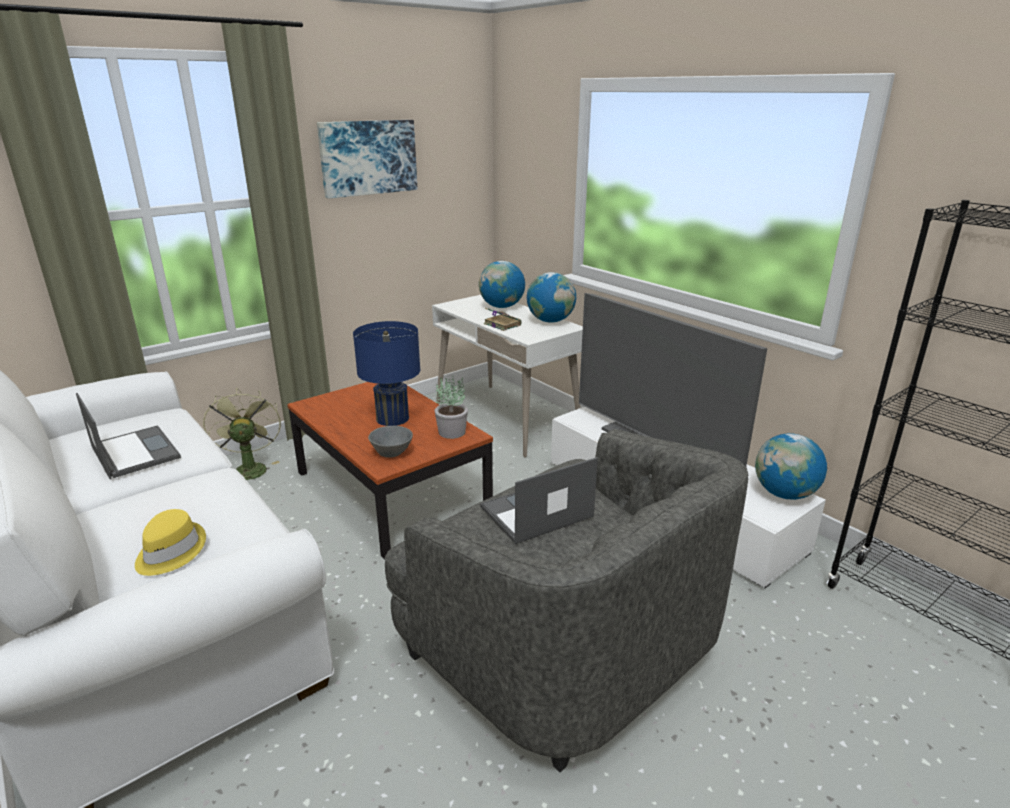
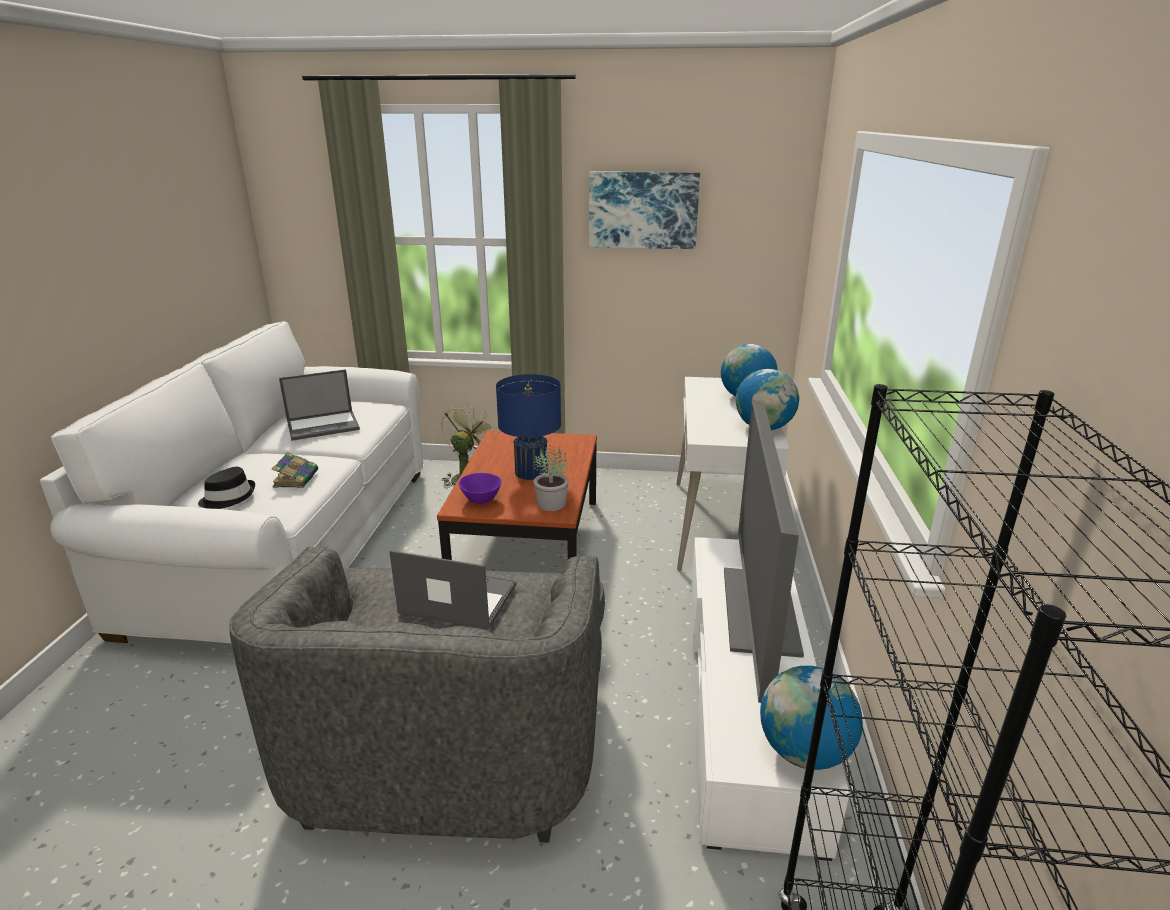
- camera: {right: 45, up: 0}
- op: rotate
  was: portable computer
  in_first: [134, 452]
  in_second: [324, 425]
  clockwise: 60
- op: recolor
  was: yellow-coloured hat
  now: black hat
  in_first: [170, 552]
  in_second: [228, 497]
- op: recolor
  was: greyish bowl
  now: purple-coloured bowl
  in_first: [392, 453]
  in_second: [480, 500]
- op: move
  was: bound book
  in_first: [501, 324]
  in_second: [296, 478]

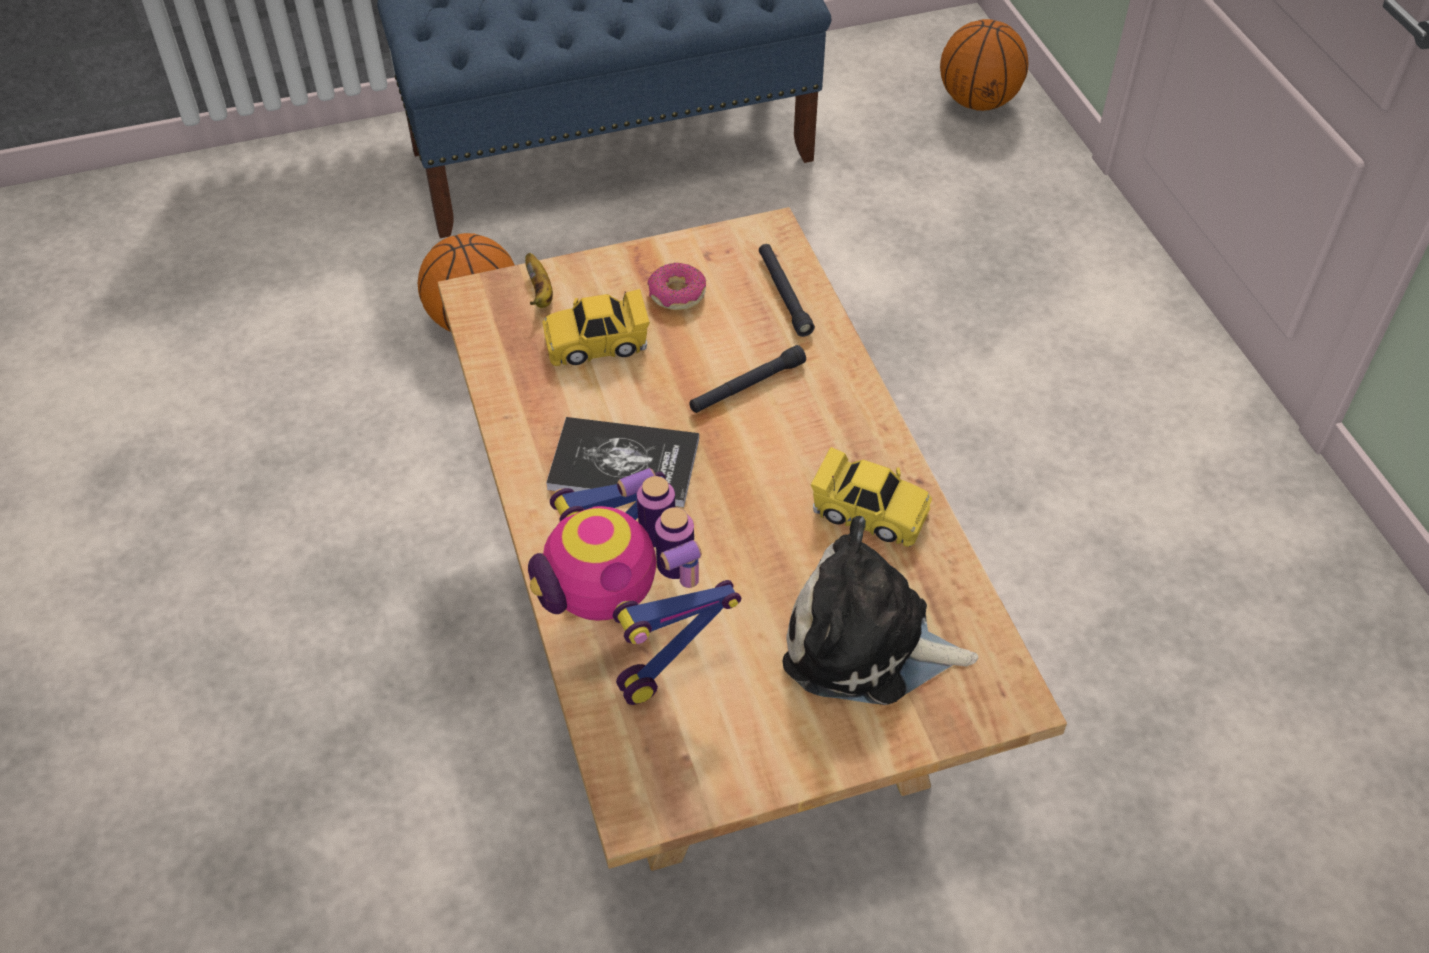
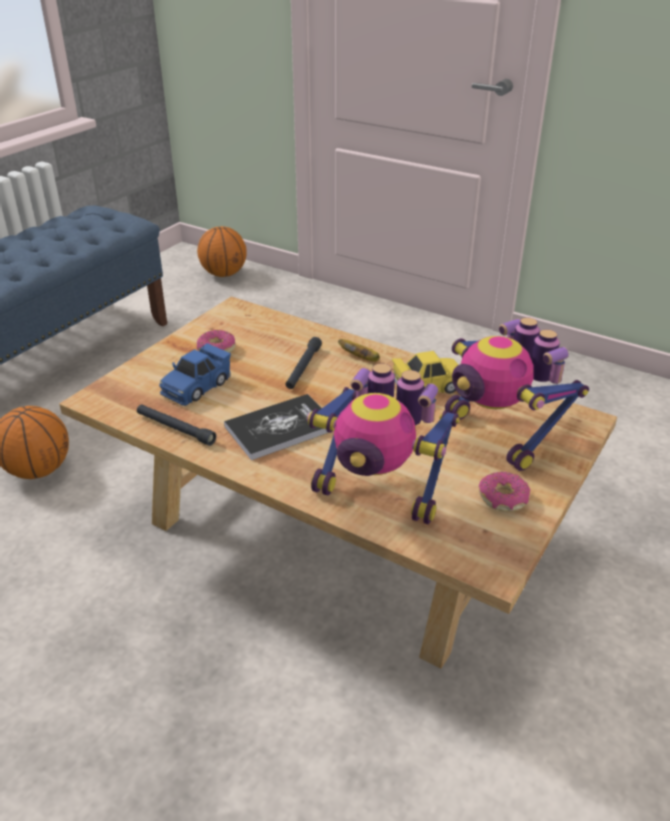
- camera: {right: -40, up: -15}
- op: move
  was: banana fruit
  in_first: [540, 293]
  in_second: [361, 358]
- op: recolor
  was: yellow-coloured toy car
  now: blue toy car
  in_first: [597, 343]
  in_second: [197, 387]
- op: move
  was: black flashlight
  in_first: [784, 294]
  in_second: [175, 429]
- op: replace
  was: soft toy
  now: toy robot
  in_first: [866, 644]
  in_second: [499, 435]
- op: insert
  now: ring doughnut
  in_second: [503, 499]

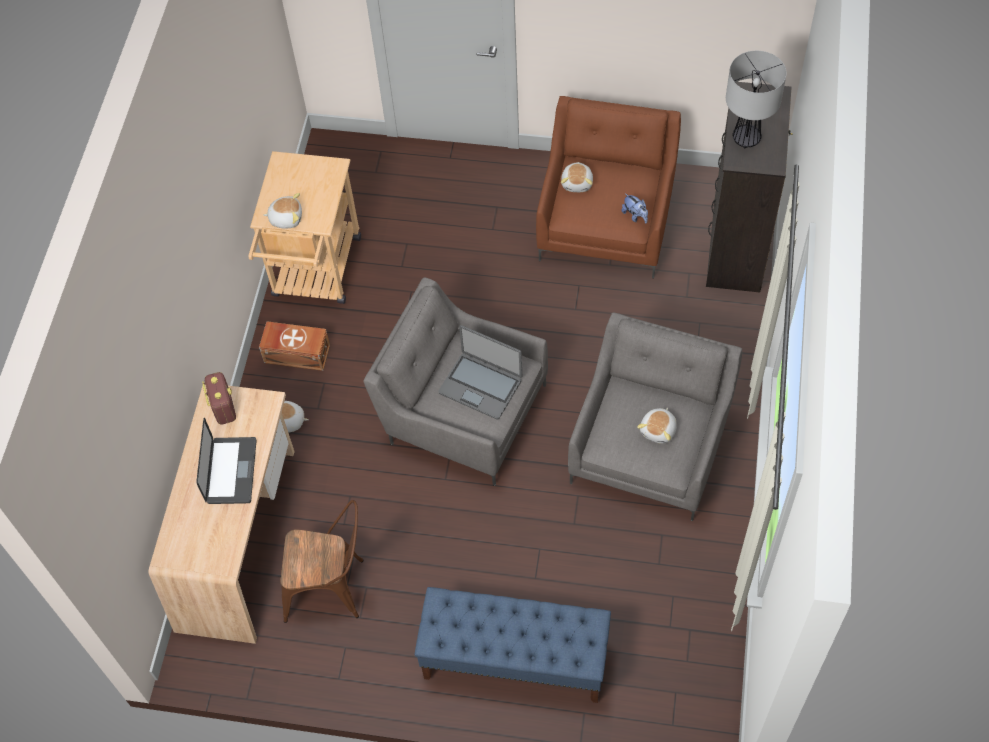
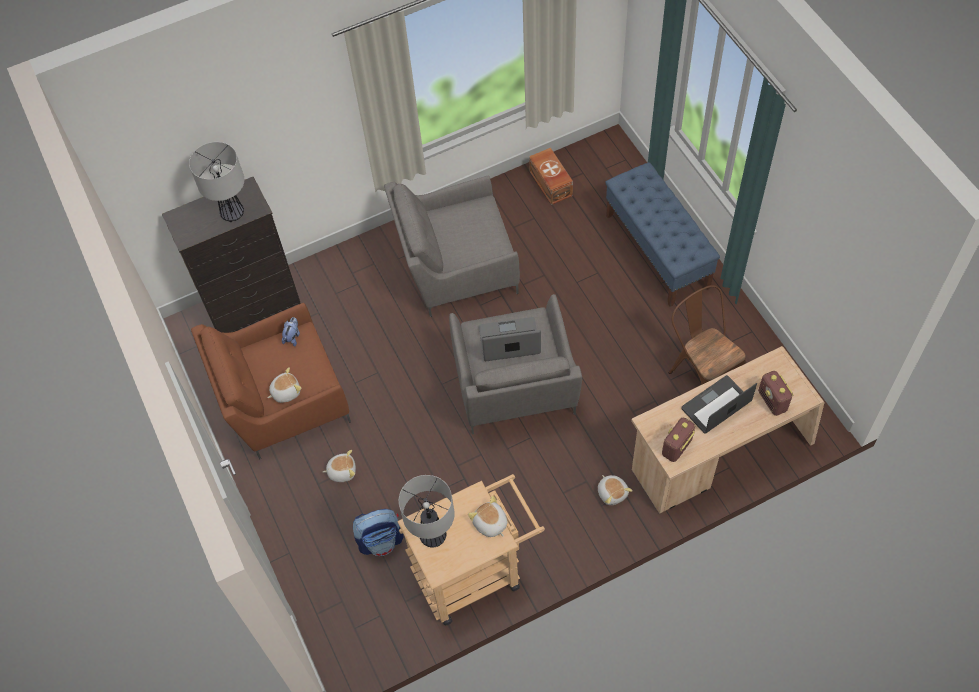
- camera: {right: -125, up: 0}
- op: move
  was: brown storage container
  in_first: [296, 353]
  in_second: [550, 184]
- op: rotate
  was: portable computer
  in_first: [481, 385]
  in_second: [509, 341]
  clockwise: -90
- op: move
  was: soft toy
  in_first: [659, 430]
  in_second: [342, 471]
- op: insert
  now: backpack
  in_second: [381, 540]
- op: insert
  now: lamp for a table
  in_second: [433, 536]
- op: insert
  now: radio set
  in_second: [772, 401]

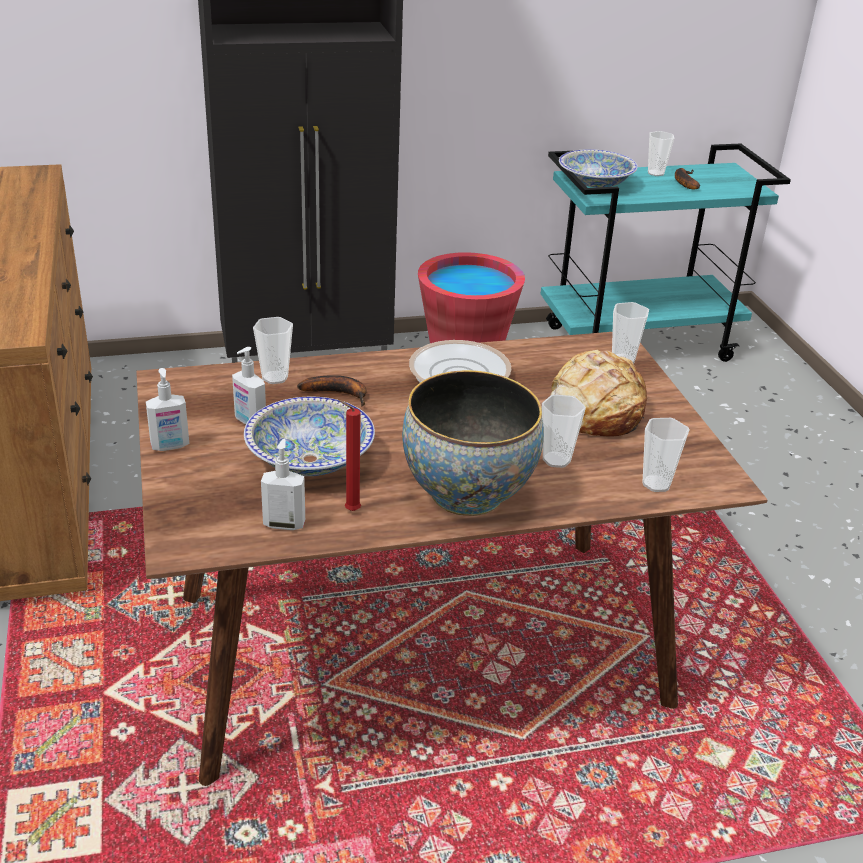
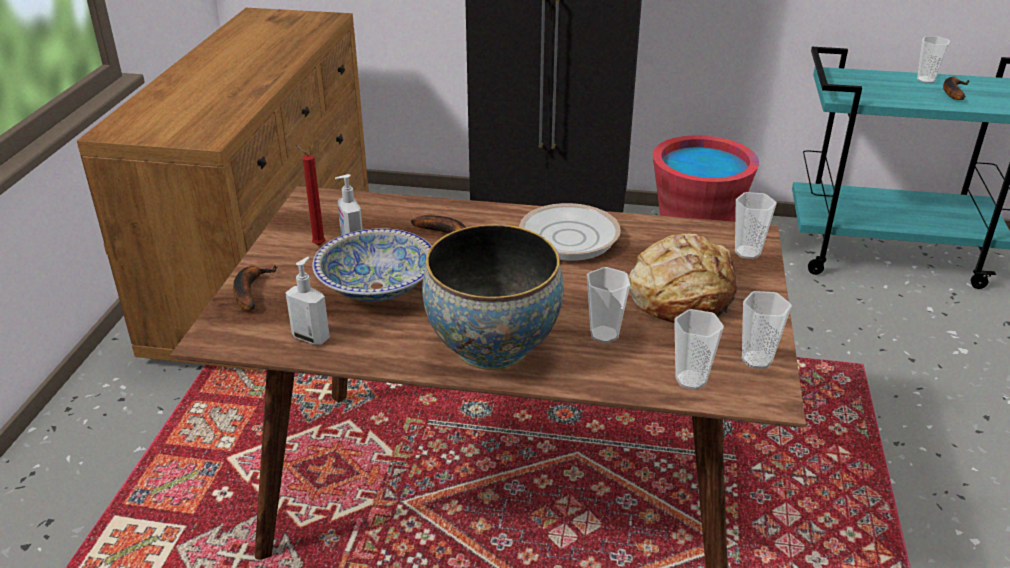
- camera: {right: 25, up: 0}
- op: delete
  was: soap bottle
  in_first: [170, 446]
- op: move
  was: cup
  in_first: [275, 378]
  in_second: [756, 360]
- op: move
  was: red-coloured wax light
  in_first: [350, 510]
  in_second: [317, 245]
- op: delete
  was: bowl
  in_first: [595, 183]
- op: insert
  now: banana fruit
  in_second: [249, 290]

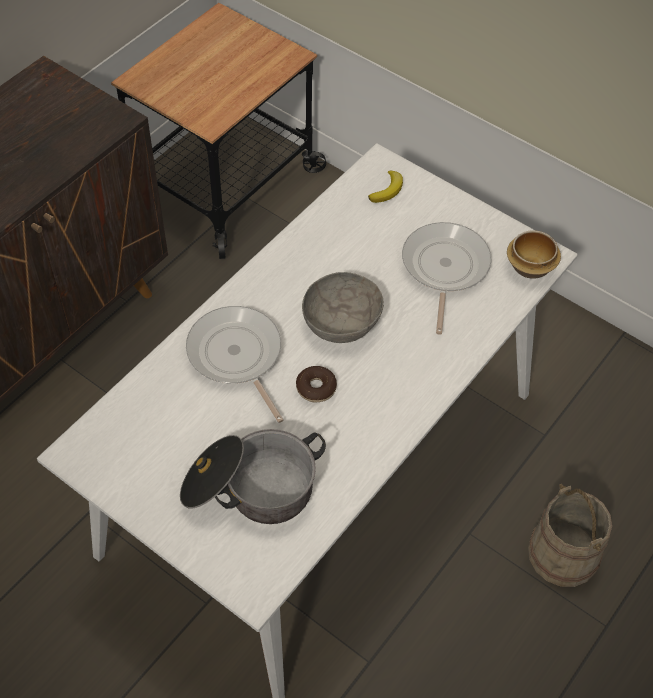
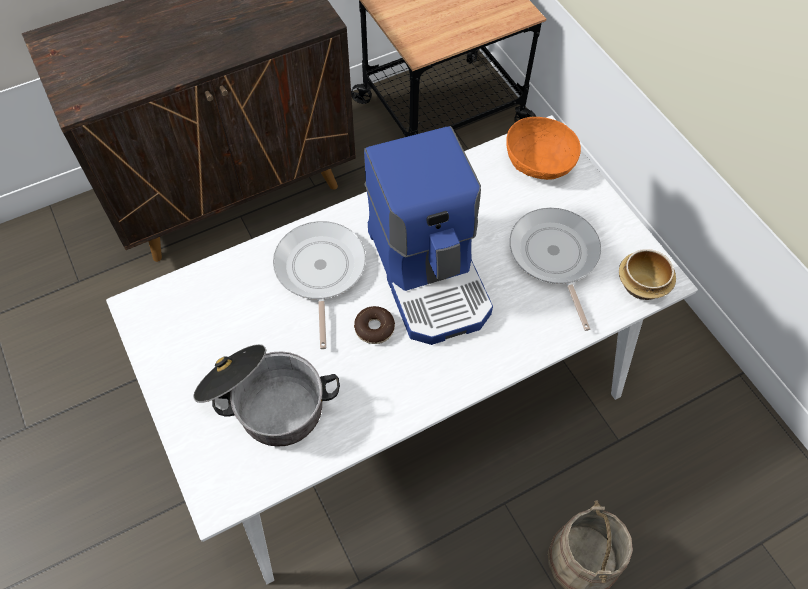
- camera: {right: 25, up: 5}
- op: replace
  was: greyish bowl
  now: coffee brewer
  in_first: [341, 321]
  in_second: [431, 273]
- op: replace
  was: banana fruit
  now: orangey bowl
  in_first: [387, 190]
  in_second: [539, 163]
- op: rotate
  was: frying pan
  in_first: [444, 268]
  in_second: [554, 257]
  clockwise: -45

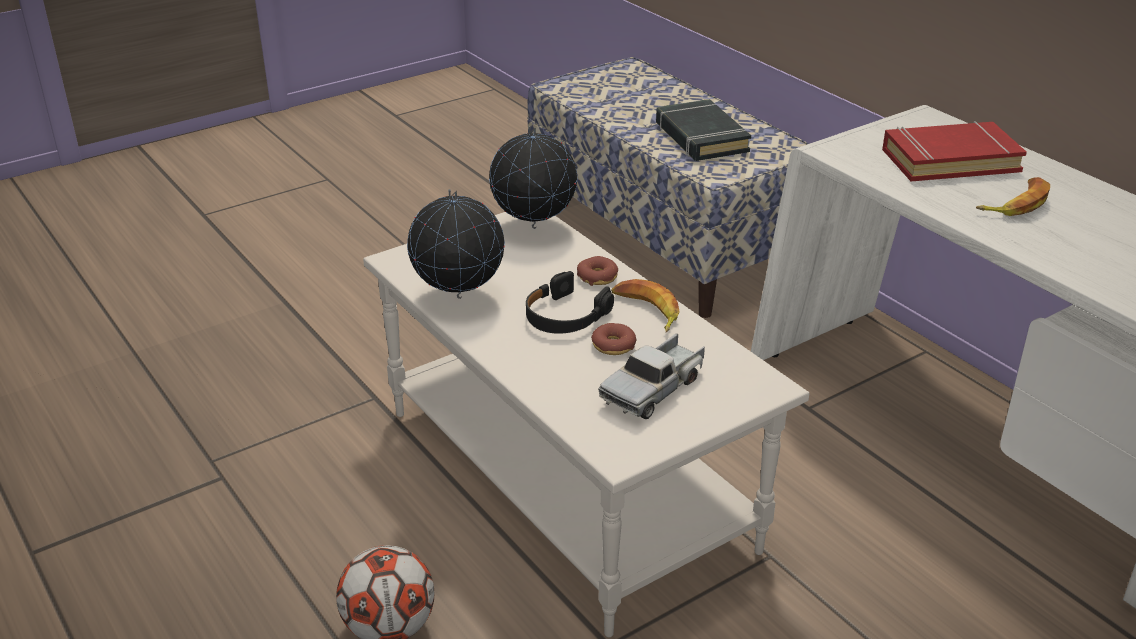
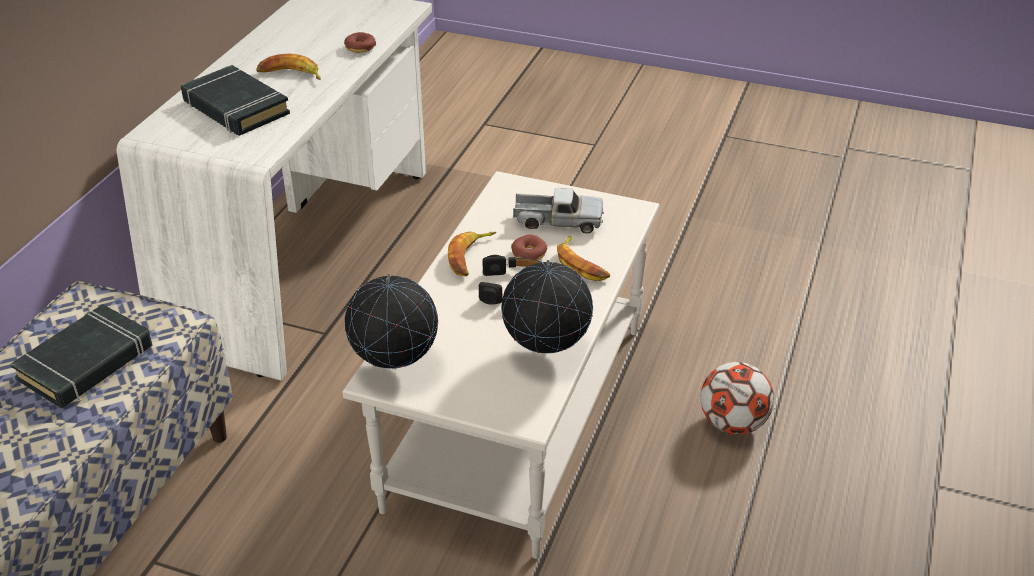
- camera: {right: -125, up: 5}
- op: move
  was: ring doughnut
  in_first: [597, 277]
  in_second: [360, 47]
- op: recolor
  was: red-coloured bound book
  now: black bound book
  in_first: [950, 160]
  in_second: [235, 108]
- op: insert
  now: banana fruit
  in_second: [581, 264]

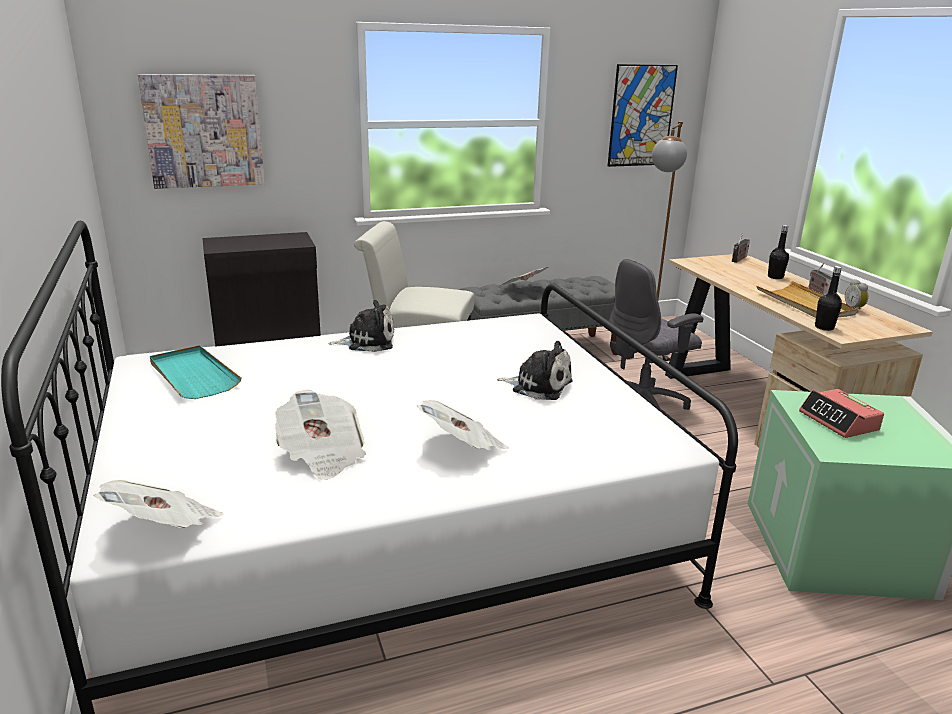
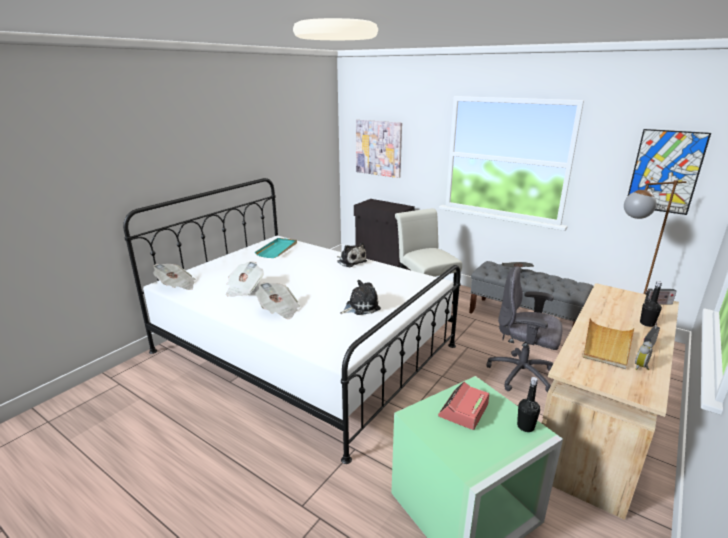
- camera: {right: 55, up: 0}
- op: rotate
  was: soft toy
  in_first: [538, 386]
  in_second: [360, 307]
  clockwise: -105
- op: move
  was: black beverage bottle
  in_first: [824, 327]
  in_second: [525, 426]

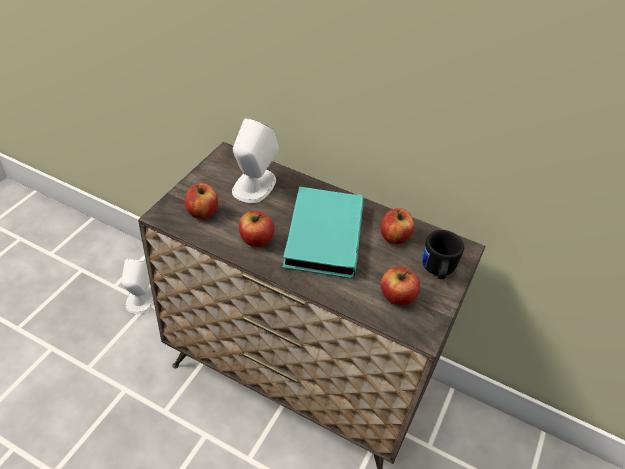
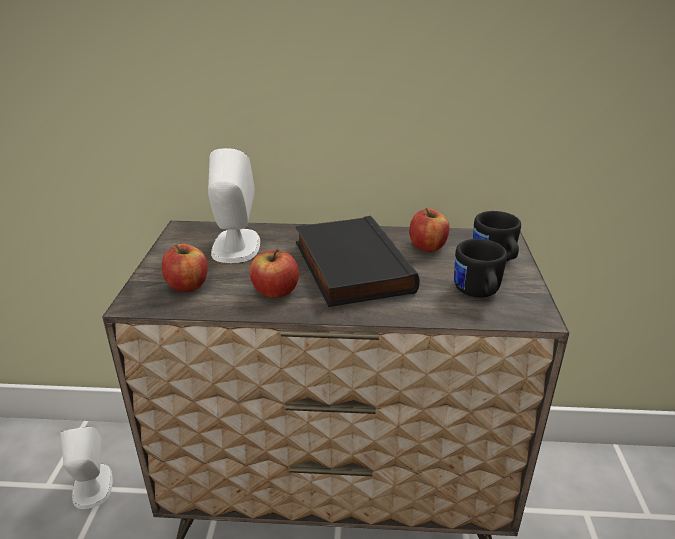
- camera: {right: -20, up: -15}
- op: recolor
  was: turquoise bound book
  now: black bound book
  in_first: [321, 235]
  in_second: [348, 266]
- op: replace
  was: apple fruit
  now: black mug
  in_first: [397, 296]
  in_second: [477, 293]

